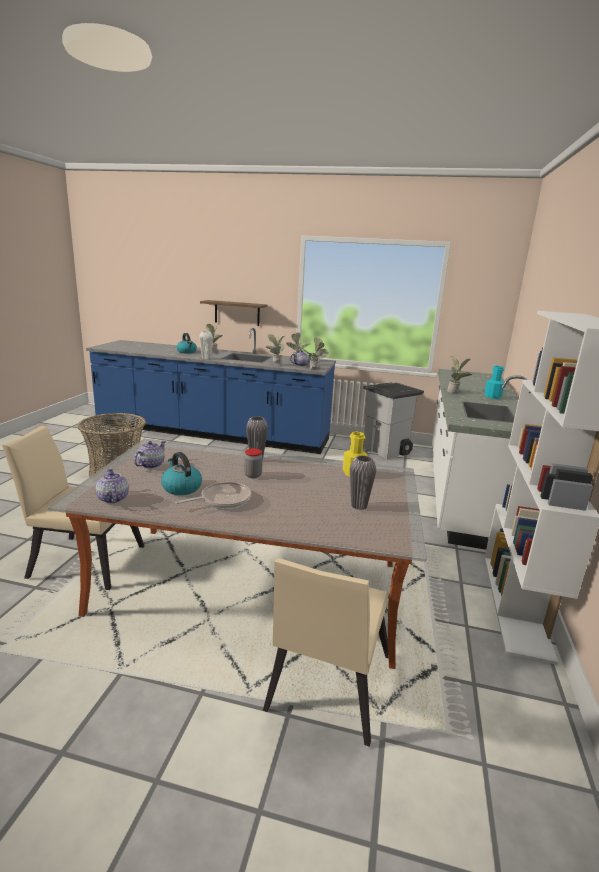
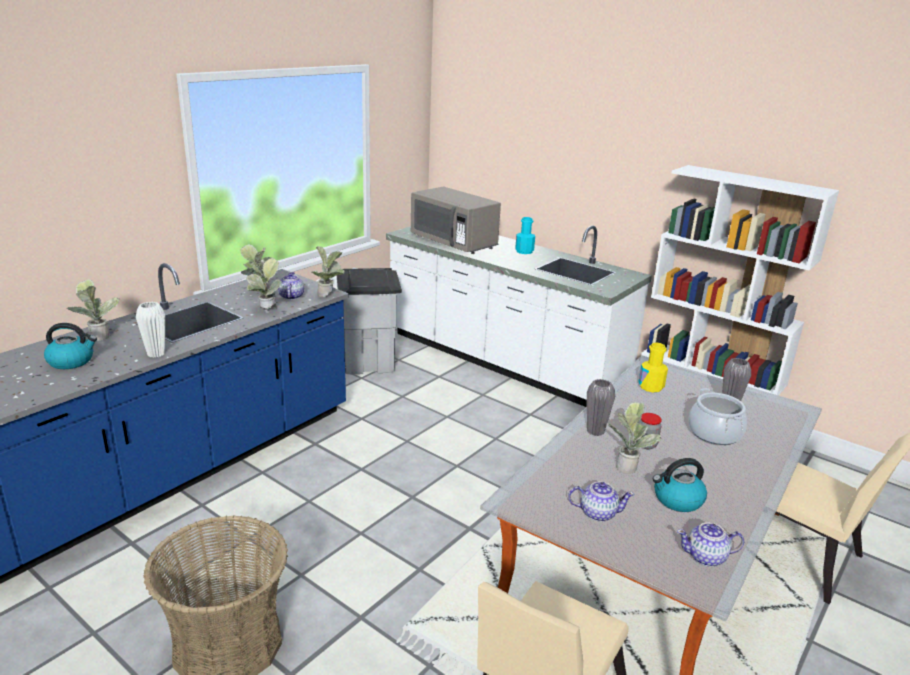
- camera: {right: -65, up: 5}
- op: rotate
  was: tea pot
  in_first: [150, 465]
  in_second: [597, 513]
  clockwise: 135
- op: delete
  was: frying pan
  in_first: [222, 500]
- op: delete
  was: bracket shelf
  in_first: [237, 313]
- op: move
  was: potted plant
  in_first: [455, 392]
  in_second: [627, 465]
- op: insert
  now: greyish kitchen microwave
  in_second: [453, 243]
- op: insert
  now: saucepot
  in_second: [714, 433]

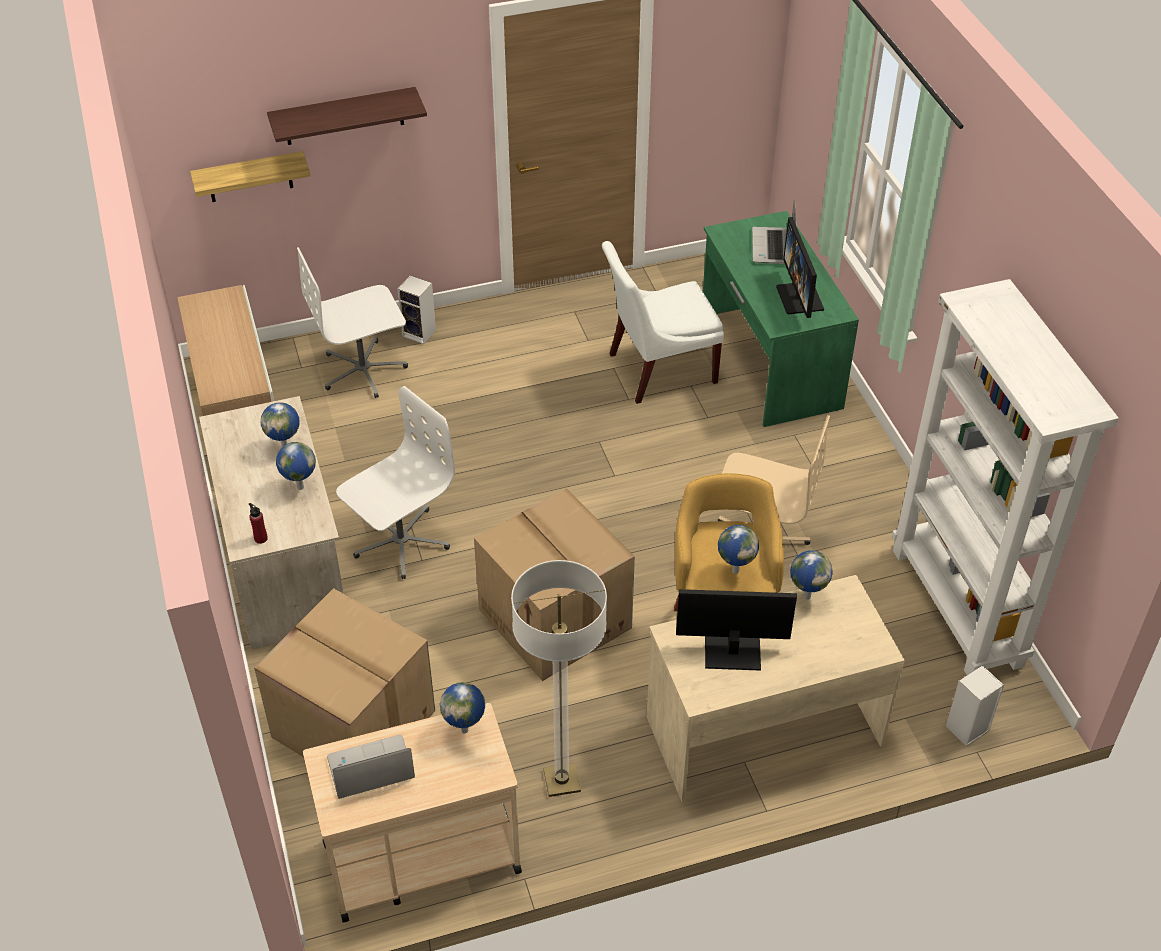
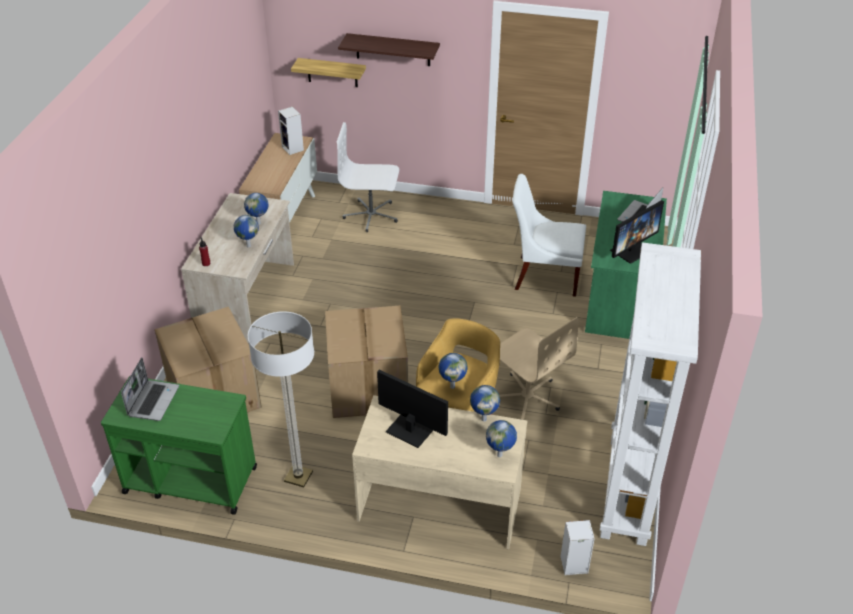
- camera: {right: 30, up: -5}
- op: recolor
  was: sand-coloured wheeled cart
  now: green wheeled cart
  in_first: [420, 857]
  in_second: [189, 480]
- op: rotate
  was: portable computer
  in_first: [370, 770]
  in_second: [153, 401]
  clockwise: 90
- op: delete
  was: white-coloured desk chair
  in_first: [400, 541]
- op: move
  was: speaker
  in_first: [420, 333]
  in_second: [293, 149]
- op: move
  was: world globe
  in_first: [465, 730]
  in_second: [500, 455]
- op: rotate
  was: computer screen
  in_first: [800, 298]
  in_second: [631, 250]
  clockwise: -150

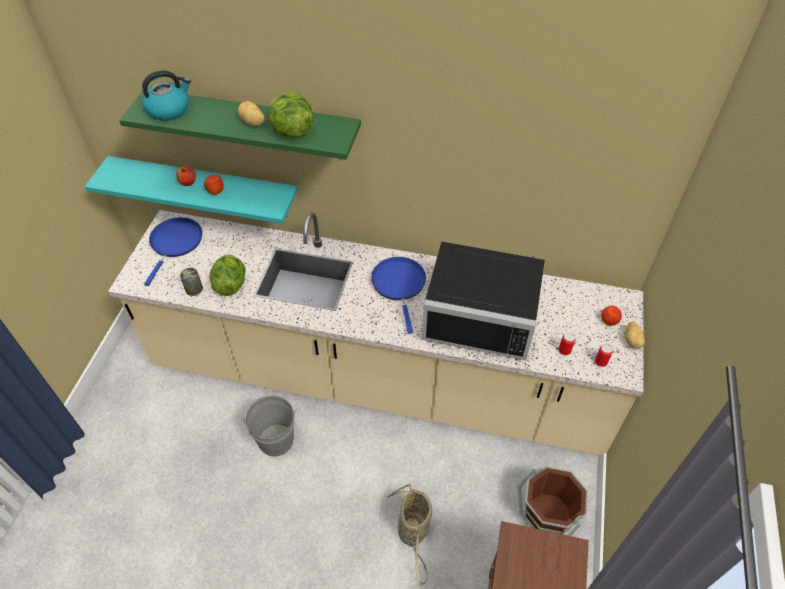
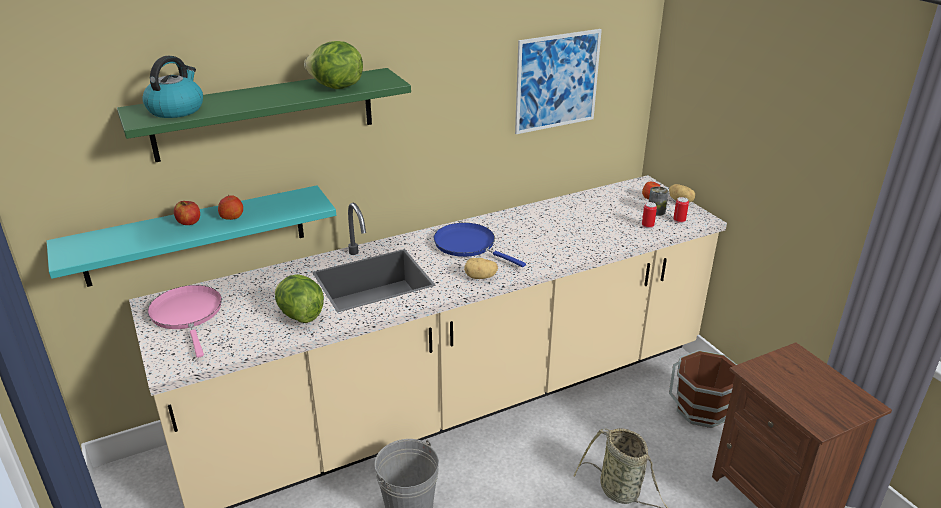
- camera: {right: -40, up: -20}
- op: recolor
  was: blue frying pan
  now: pink-coloured frying pan
  in_first: [175, 243]
  in_second: [188, 315]
- op: move
  was: can
  in_first: [194, 289]
  in_second: [656, 211]
- op: move
  was: potato
  in_first: [252, 122]
  in_second: [480, 277]
- op: delete
  was: black kitchen microwave
  in_first: [482, 312]
- op: insert
  now: wall art
  in_second: [557, 81]

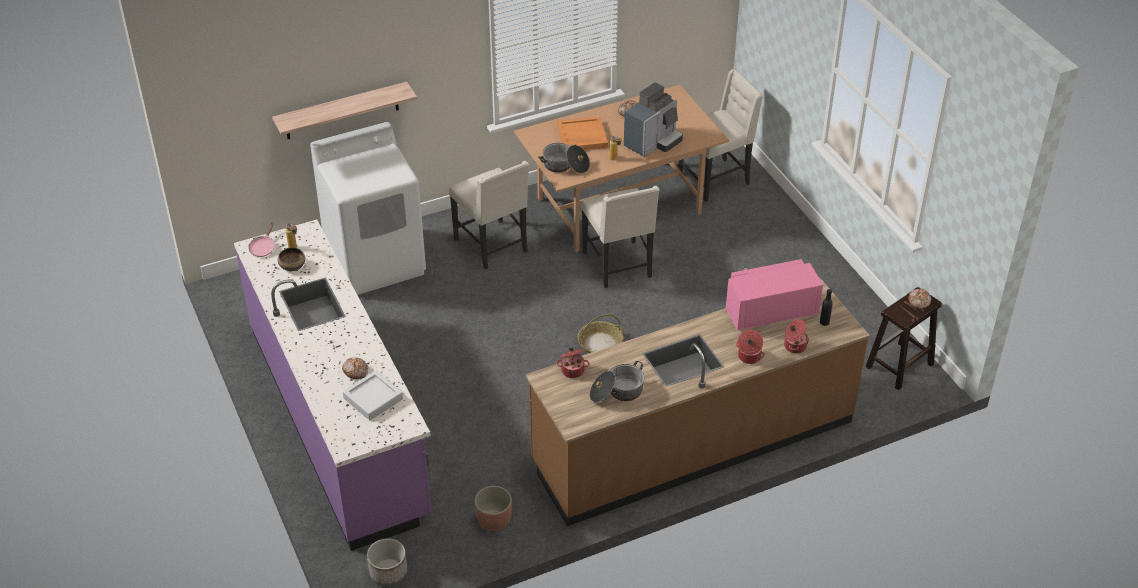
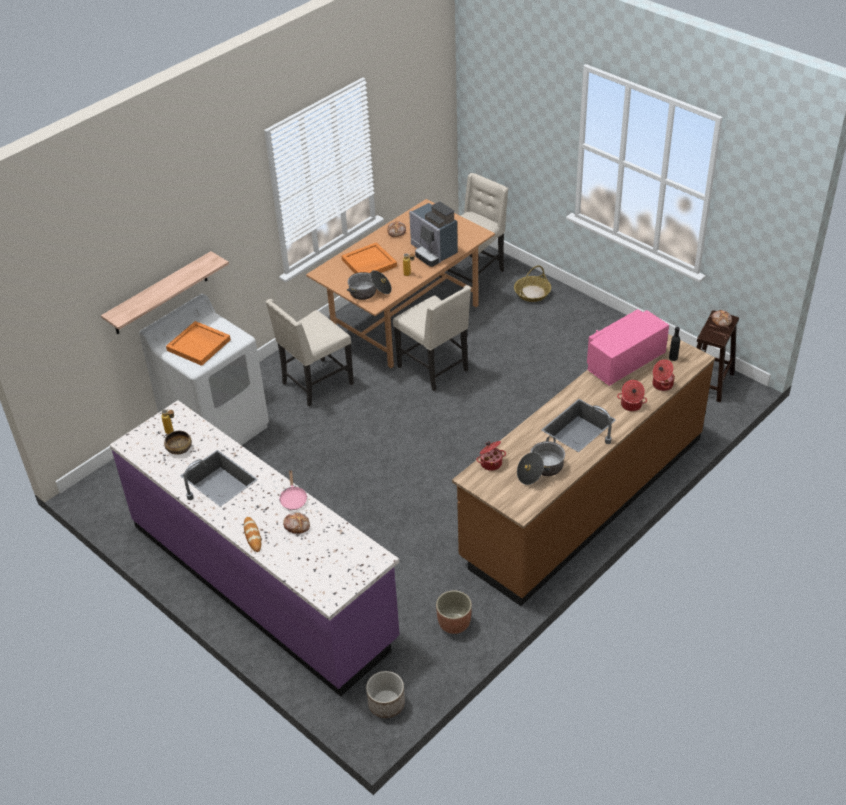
- camera: {right: -20, up: 0}
- op: move
  was: pink-coloured frying pan
  in_first: [263, 247]
  in_second: [293, 499]
- op: delete
  was: greyish serving tray
  in_first: [373, 398]
- op: rotate
  was: sand-coloured upright chair
  in_first: [493, 246]
  in_second: [316, 384]
  clockwise: 105
- op: move
  was: basket
  in_first: [600, 344]
  in_second: [532, 293]
- op: rotate
  was: coffee brewer
  in_first: [653, 142]
  in_second: [433, 252]
  clockwise: 120
- op: insert
  now: orangey serving tray
  in_second: [199, 345]
- op: insert
  now: baked bread
  in_second: [252, 535]

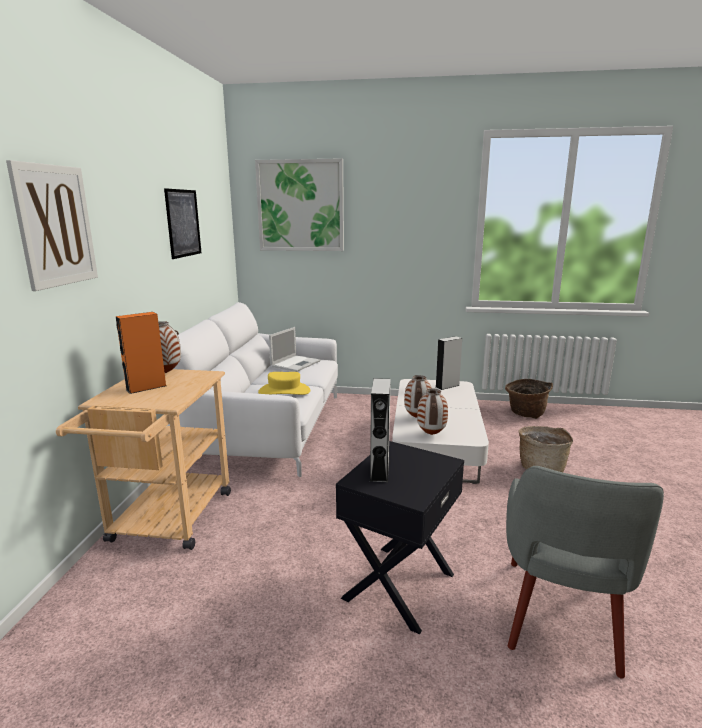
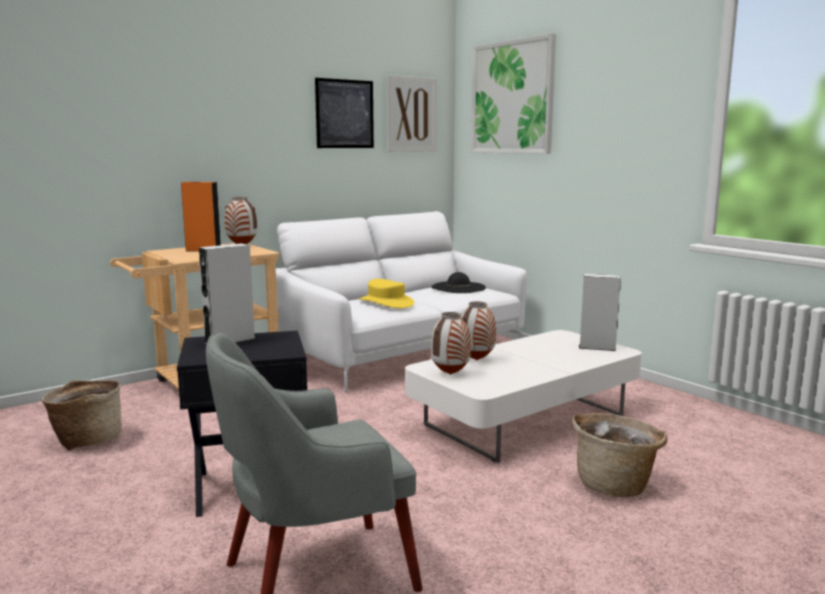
- camera: {right: 45, up: -5}
- op: move
  was: wall art
  in_first: [55, 226]
  in_second: [411, 114]
- op: replace
  was: portable computer
  now: black hat
  in_first: [296, 363]
  in_second: [458, 287]
- op: move
  was: basket
  in_first: [525, 414]
  in_second: [87, 440]

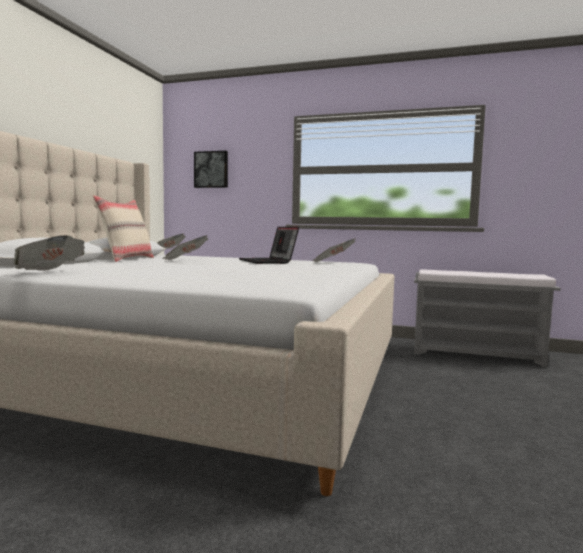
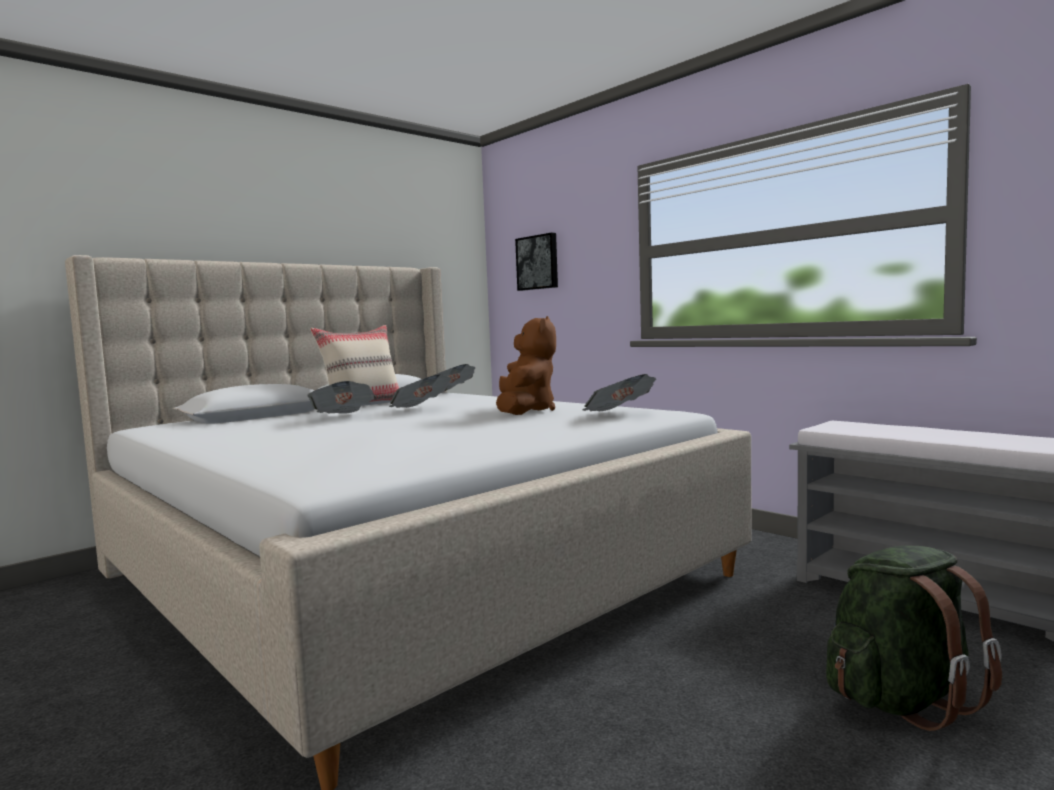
- camera: {right: 30, up: 0}
- op: move
  was: printed paper
  in_first: [50, 273]
  in_second: [343, 417]
- op: replace
  was: portable computer
  now: brown soft toy
  in_first: [268, 261]
  in_second: [525, 411]
- op: insert
  now: green backpack
  in_second: [901, 699]

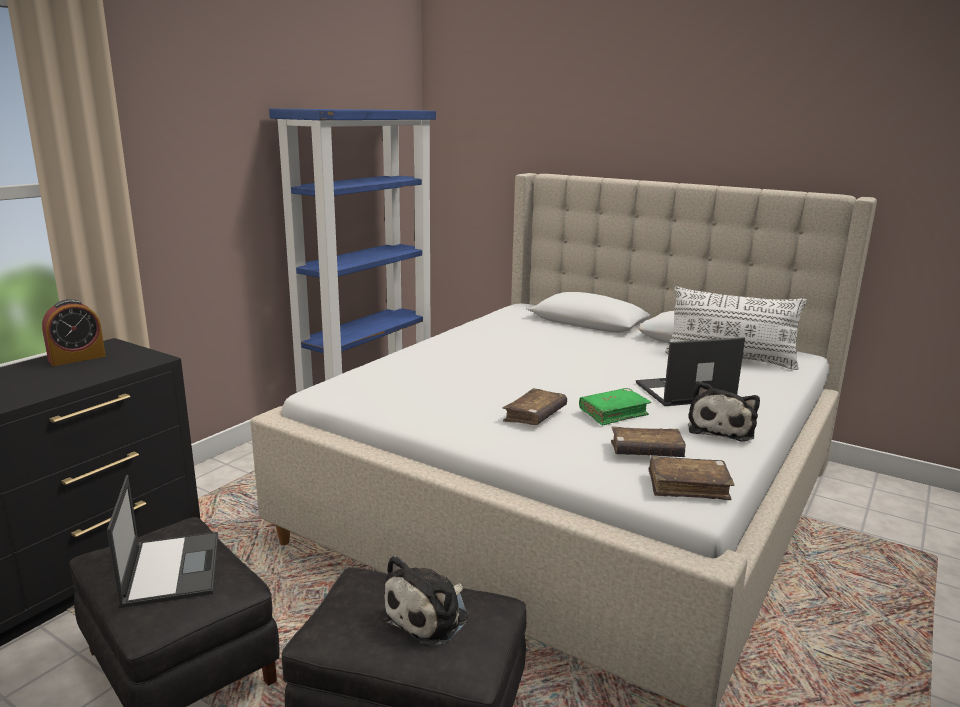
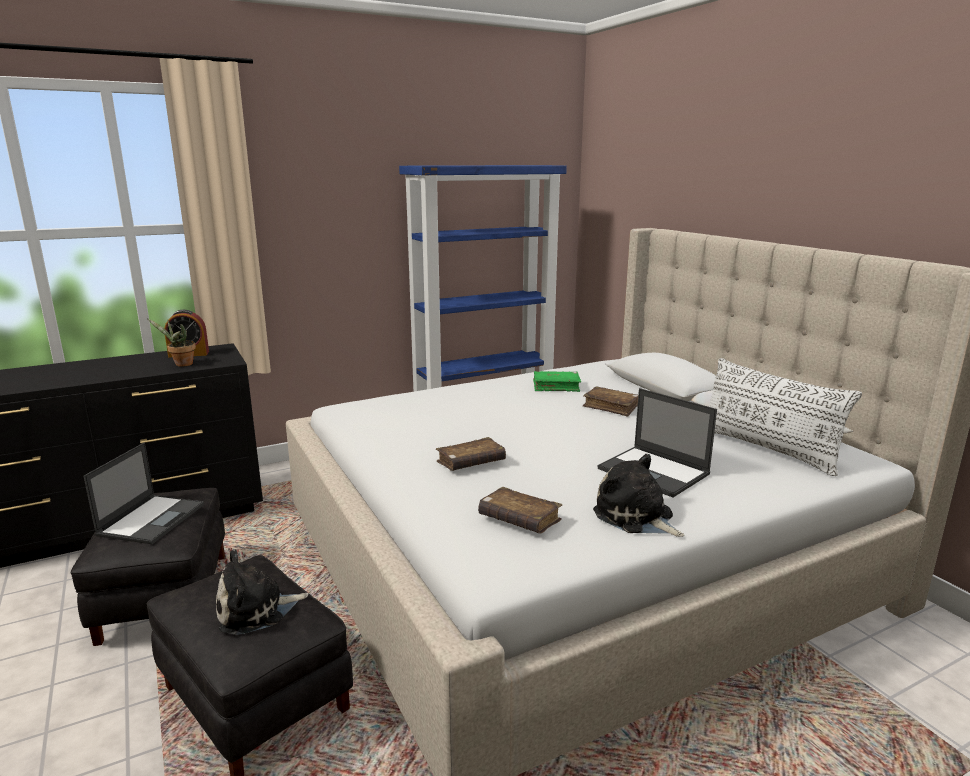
- camera: {right: 30, up: 0}
- op: move
  was: green bound book
  in_first: [613, 413]
  in_second: [556, 387]
- op: rotate
  was: portable computer
  in_first: [684, 391]
  in_second: [654, 472]
  clockwise: -150
- op: move
  was: brown bound book
  in_first: [688, 486]
  in_second: [611, 407]
- op: rotate
  was: soft toy
  in_first: [721, 428]
  in_second: [636, 517]
  clockwise: 90
- op: insert
  now: potted plant
  in_second: [181, 364]

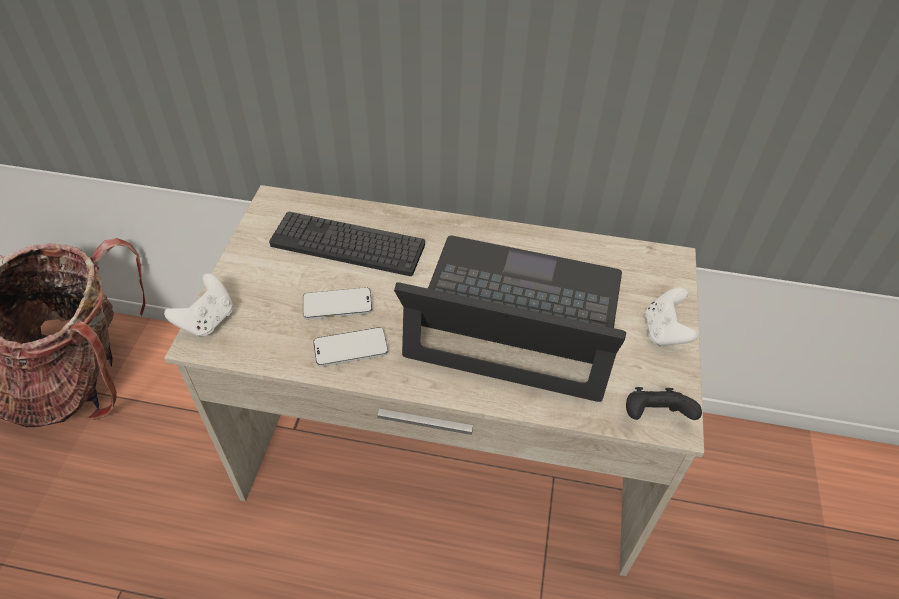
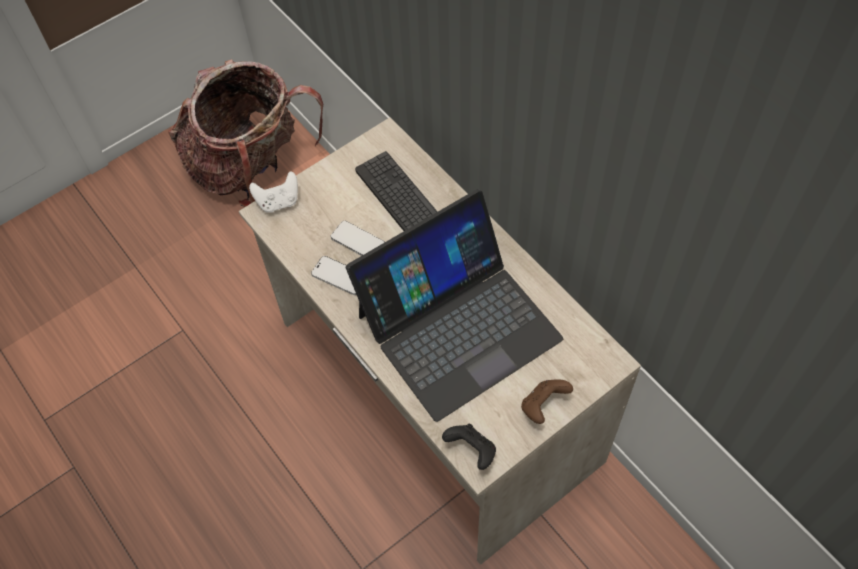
- camera: {right: 45, up: 10}
- op: rotate
  was: portable computer
  in_first: [516, 316]
  in_second: [458, 325]
  clockwise: 90
- op: recolor
  was: white-coloured joypad
  now: brown joypad
  in_first: [664, 332]
  in_second: [543, 406]

